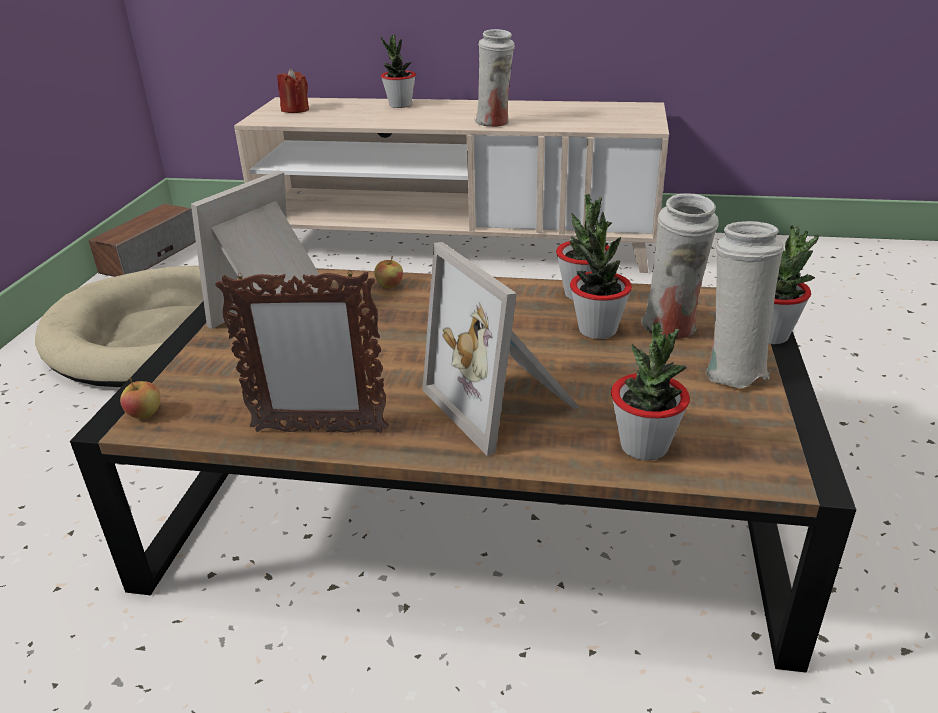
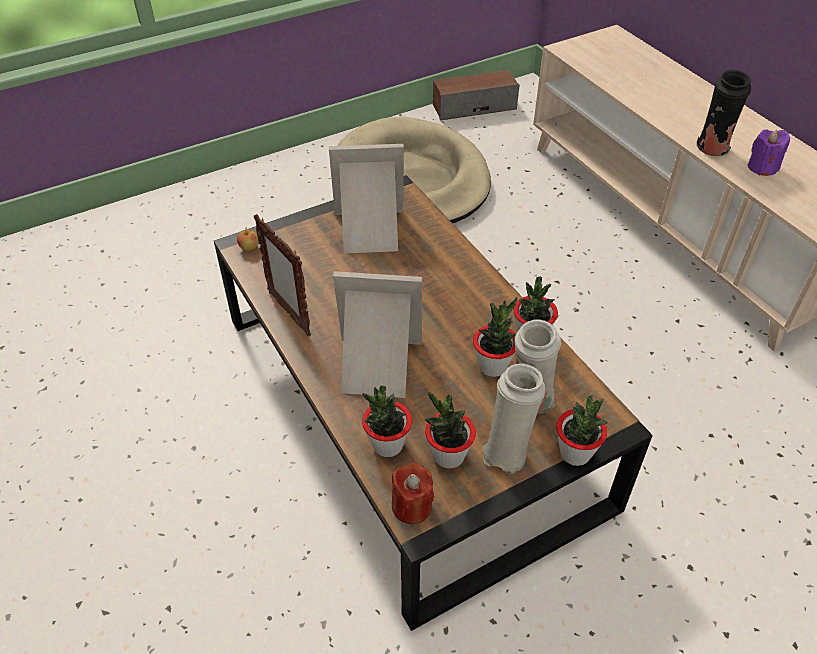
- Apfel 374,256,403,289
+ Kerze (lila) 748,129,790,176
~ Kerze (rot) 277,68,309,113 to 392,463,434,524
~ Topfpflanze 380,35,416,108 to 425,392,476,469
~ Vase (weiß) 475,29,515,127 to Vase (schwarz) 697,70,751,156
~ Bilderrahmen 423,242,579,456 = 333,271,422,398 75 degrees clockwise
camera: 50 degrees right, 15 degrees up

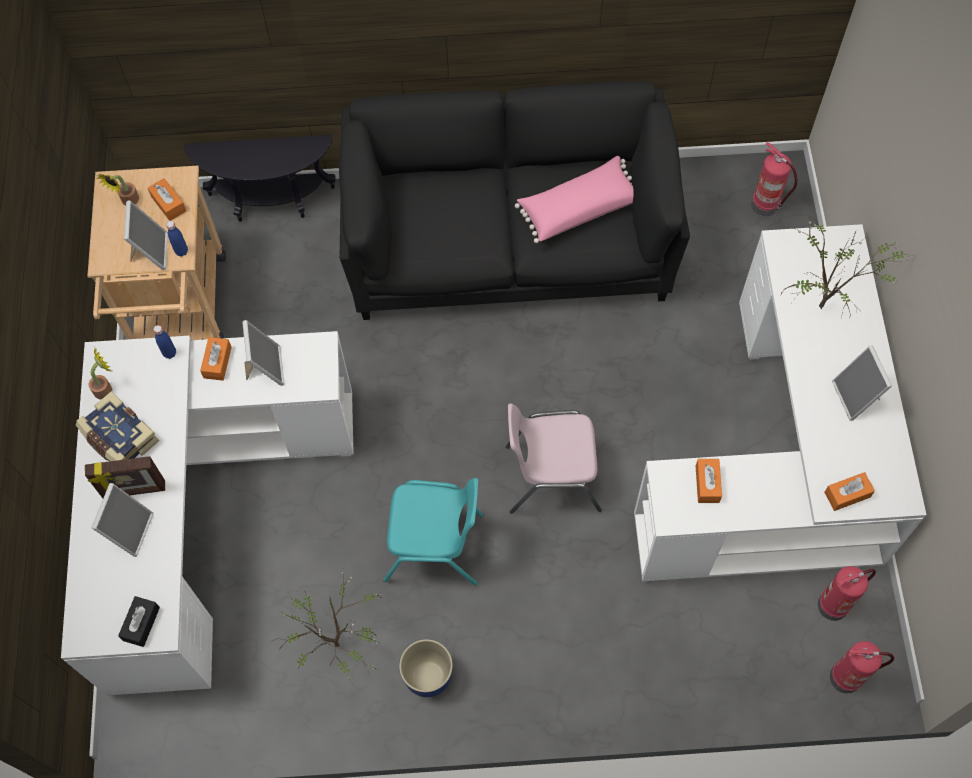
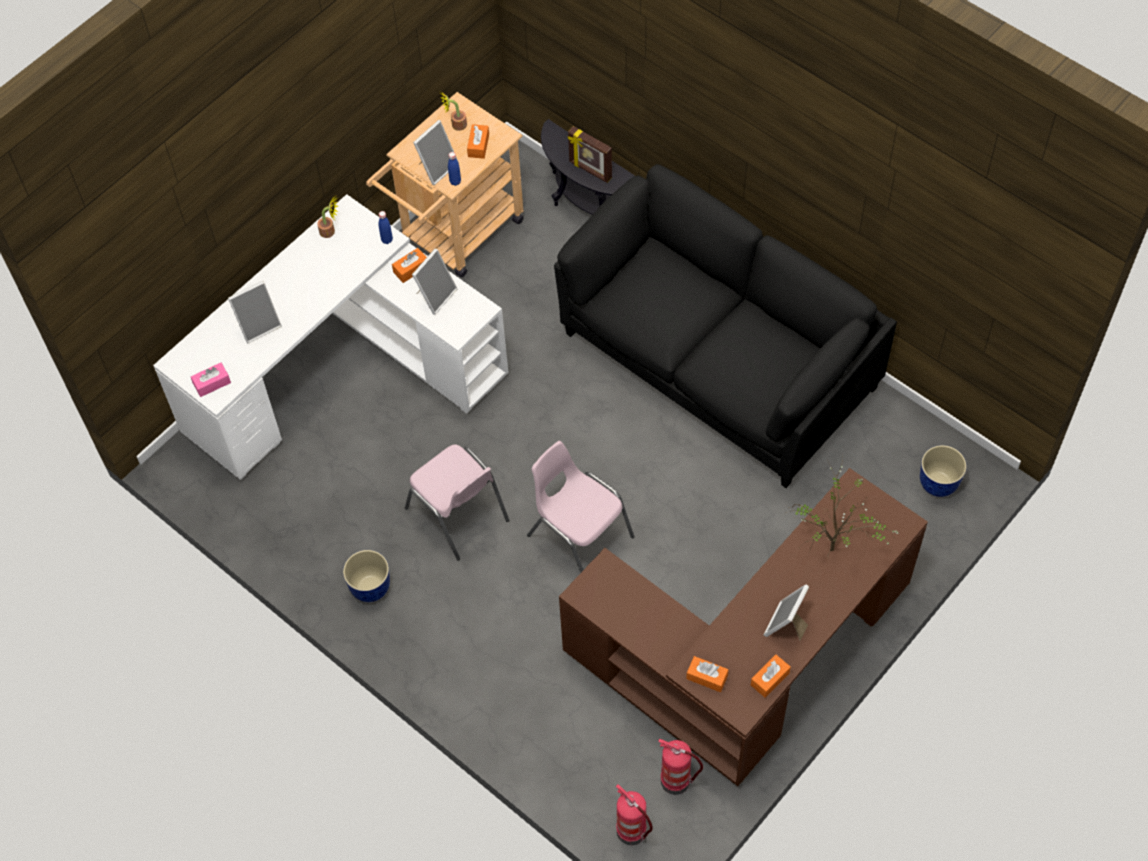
- Buch 76,391,159,462
- Topfpflanze 274,563,381,681
- Kissen (rosa) 515,156,634,243
~ Bilderrahmen 85,456,165,498 to 567,126,612,183
~ Taschentuchbox (orange) 696,459,722,503 to 751,655,791,698
~ Feuerlöscher 751,142,797,216 to Pflanzkübel 920,445,967,497
~ Taschentuchbox (schwarz) 118,596,160,647 to Taschentuchbox (rosa) 191,363,231,397
~ Stuhl (türkis) 383,478,483,586 to Stuhl (rosa) 405,444,509,560
~ Schreibtisch (weiß) 634,224,927,581 to Schreibtisch (braun) 559,468,928,786
camera: 45 degrees right, 5 degrees down

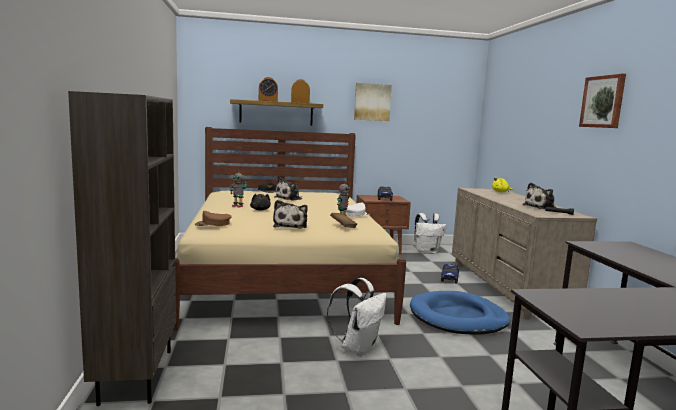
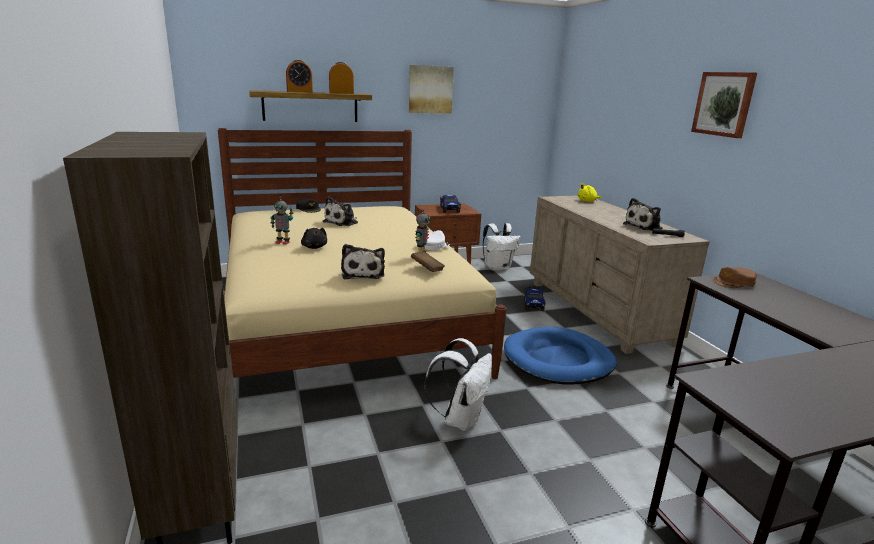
~ Kappe (braun) 195,211,232,226 to 713,267,757,288
camera: 10 degrees left, 10 degrees up

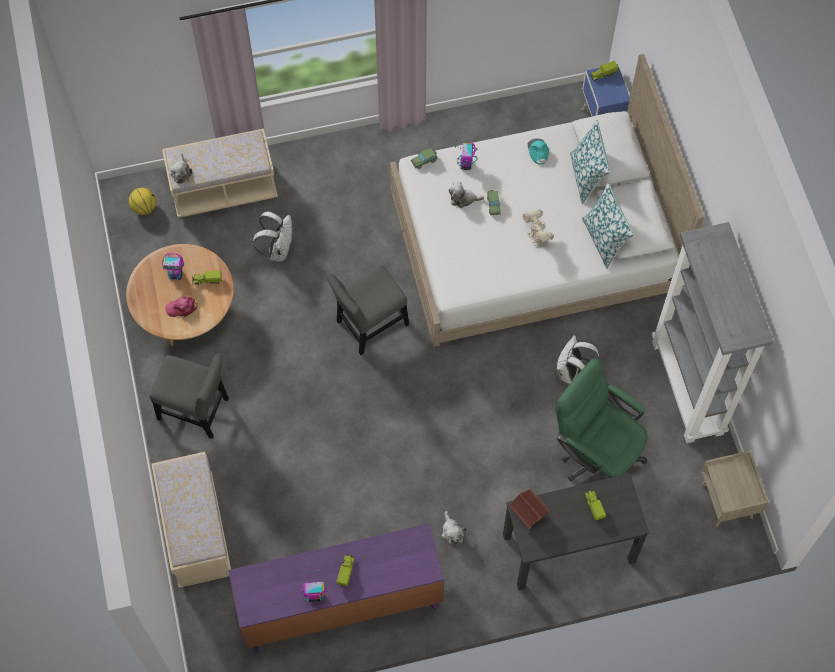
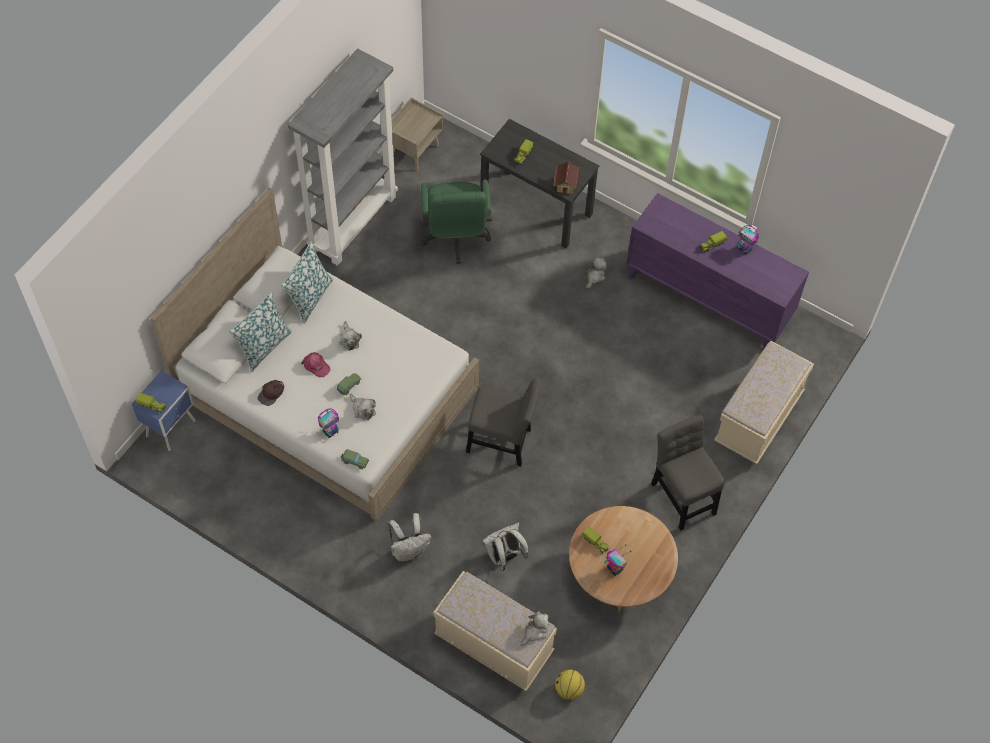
~ Kappe (rosa) 165,297,197,317 to 301,352,330,377
~ Rucksack (weiß) 557,335,600,384 to 388,513,432,561
~ Spielzeugroboter 523,209,554,246 to Plüschtier 339,321,362,351
~ Kappe (türkis) 528,139,549,164 to Kappe (braun) 258,380,284,406
camera: 135 degrees left, 5 degrees down

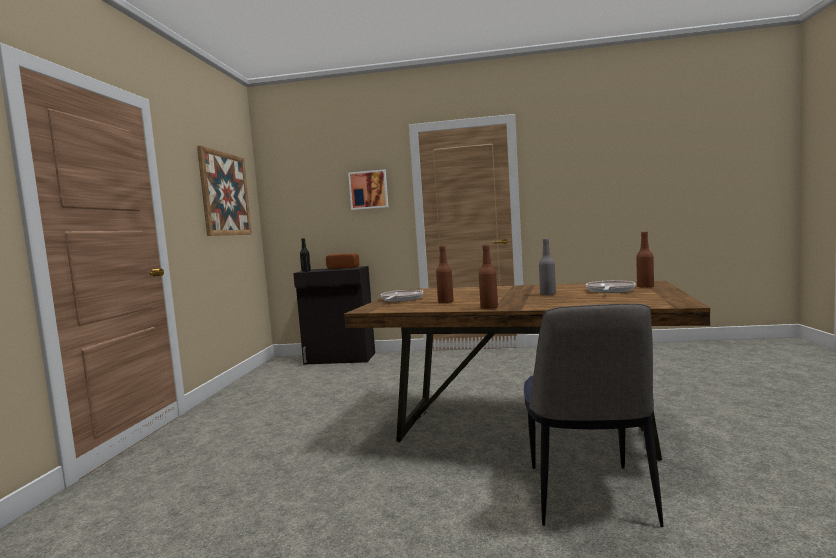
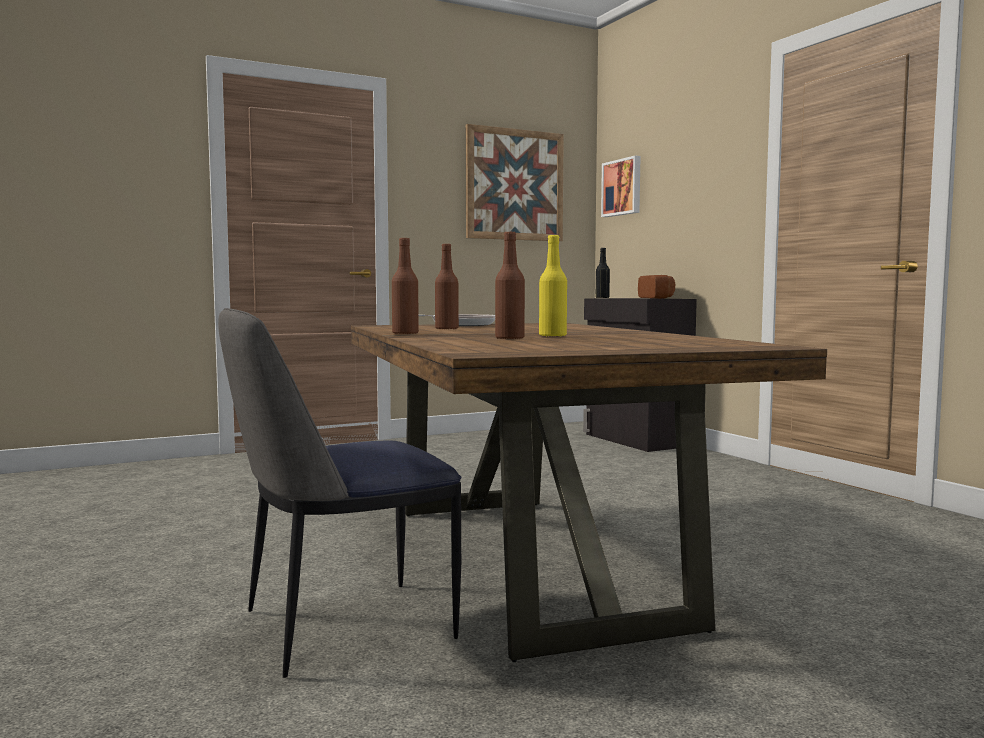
- Pfanne 586,280,636,293
~ Bild 348,169,388,210 to 601,156,641,217
~ Flasche (braun) 636,231,654,288 to 495,232,525,339
~ Flasche (grau) 539,238,556,295 to Flasche (gelb) 539,235,567,336
camera: 55 degrees right, 0 degrees up

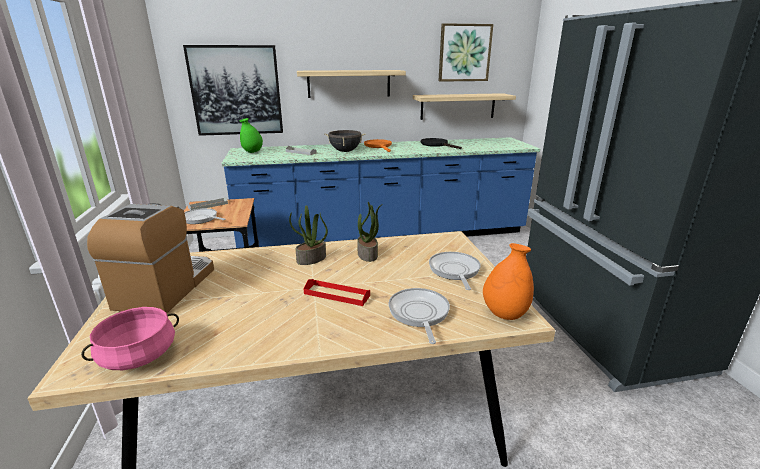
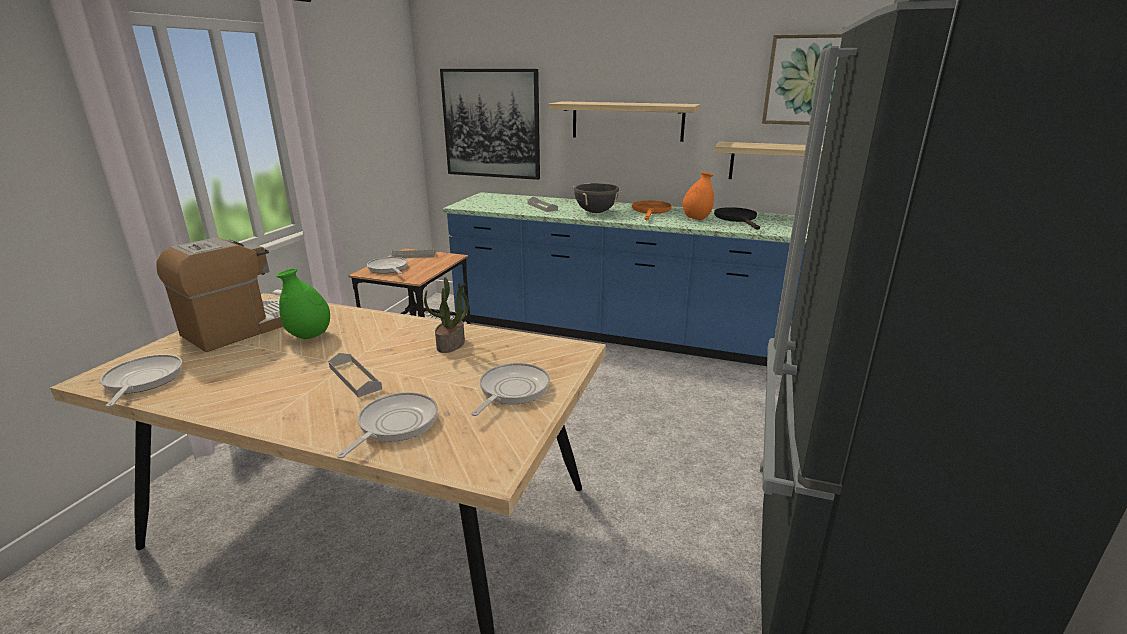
- Topfpflanze 289,205,328,265
~ Vase (grün) 240,118,263,153 to 276,268,330,339
~ Vase (orange) 483,243,534,320 to 683,172,714,220
~ Kochtopf (rosa) 81,307,179,370 to Pfanne 100,354,182,407
~ Tablett (rot) 303,279,370,306 to Tablett (grau) 328,353,382,398
camera: 30 degrees right, 0 degrees up

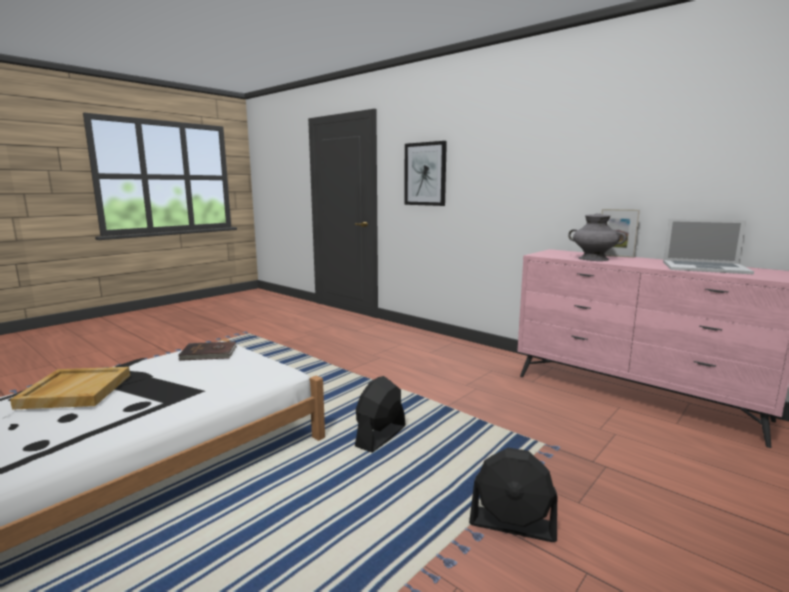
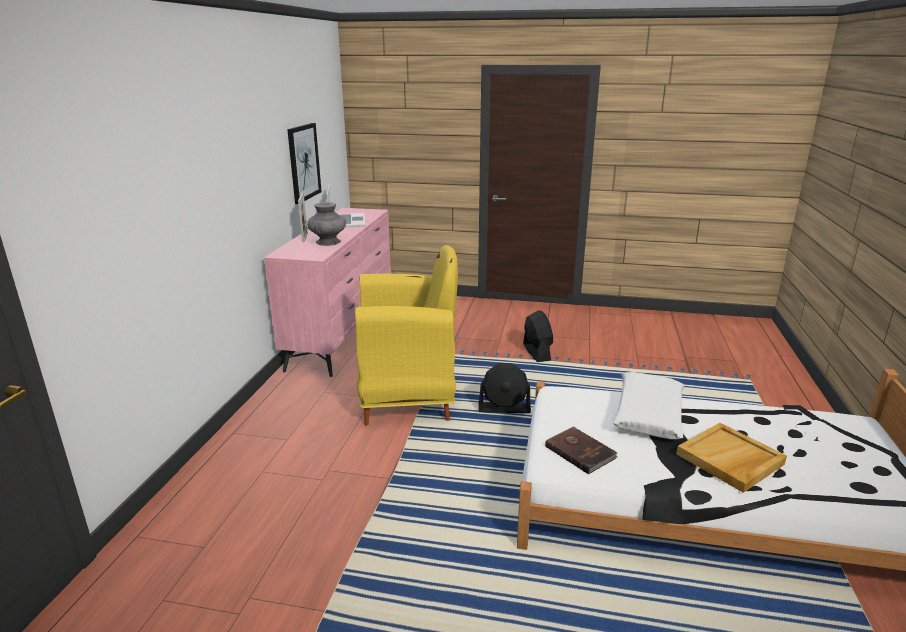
+ Sessel (gelb) 355,245,458,425
+ Kissen (weiß) 612,372,684,439
~ Bild 404,141,447,206 to 287,123,322,204
camera: 120 degrees left, 10 degrees up

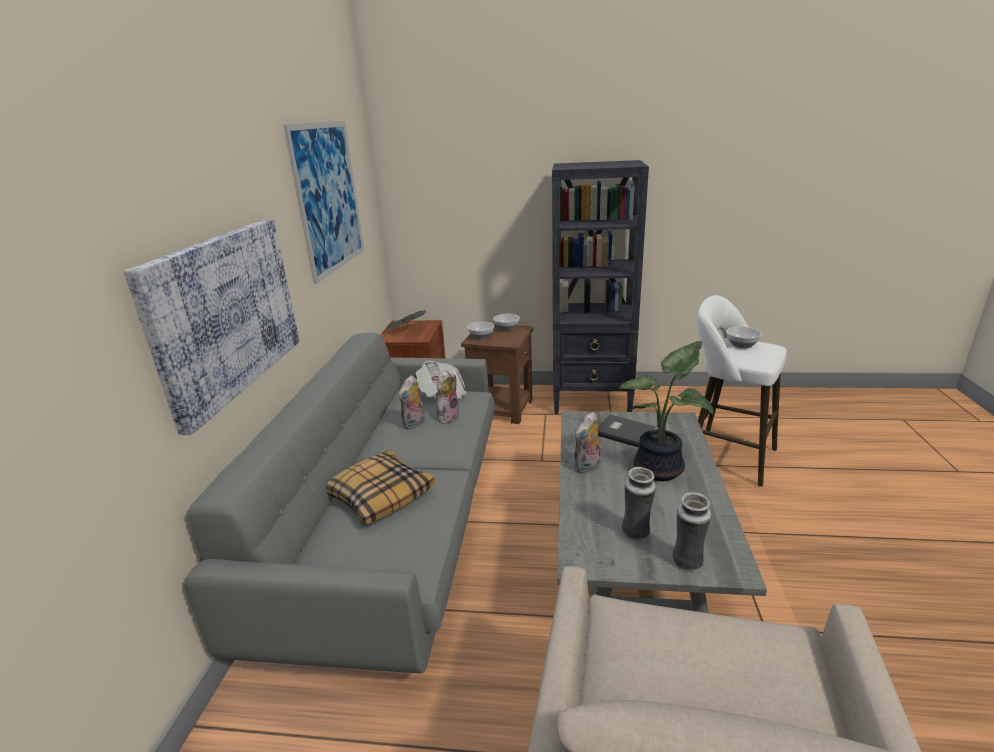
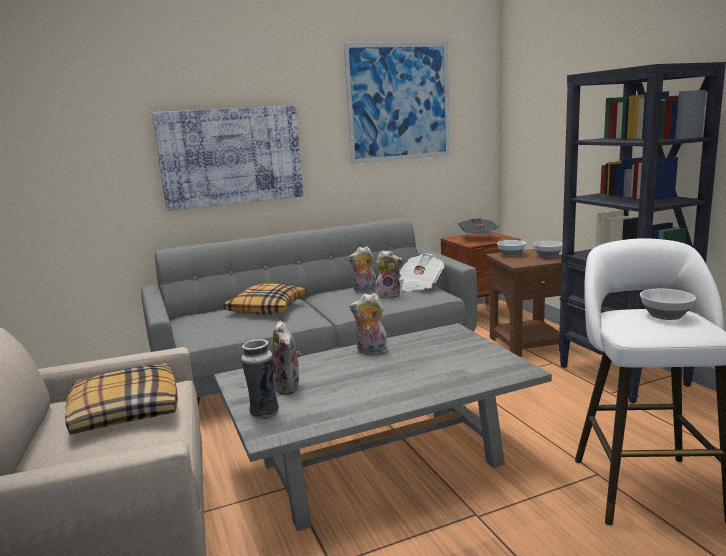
- Buch (grau) 598,415,656,448
- Topfpflanze 619,341,714,481
+ Kissen 65,363,178,435
~ Vase 622,467,656,540 to Plüschtier 273,320,301,395
camera: 60 degrees right, 10 degrees down

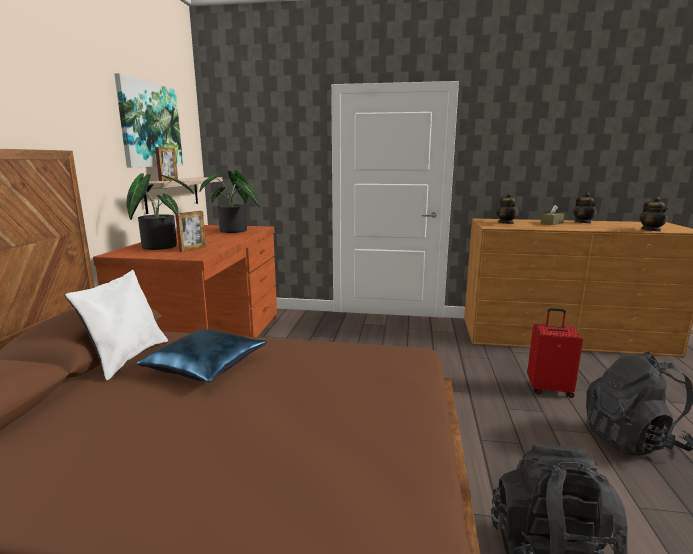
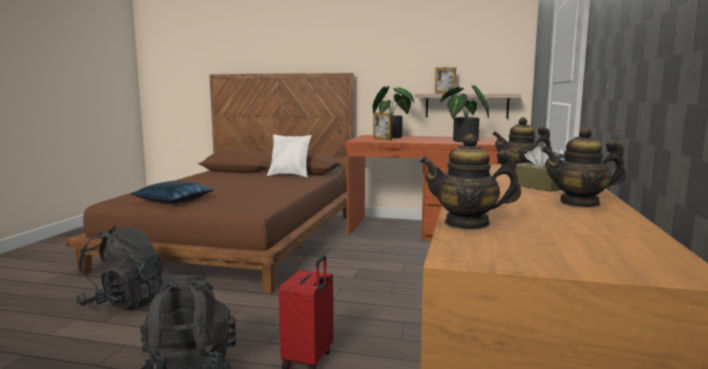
- Bild 114,73,183,167
~ Kissen (blau) 137,329,267,382 to 130,181,214,204
camera: 95 degrees right, 5 degrees down

